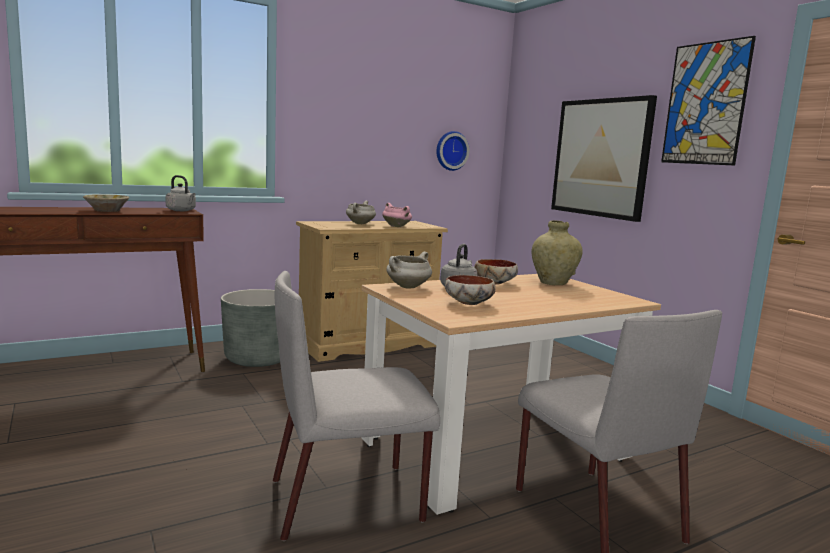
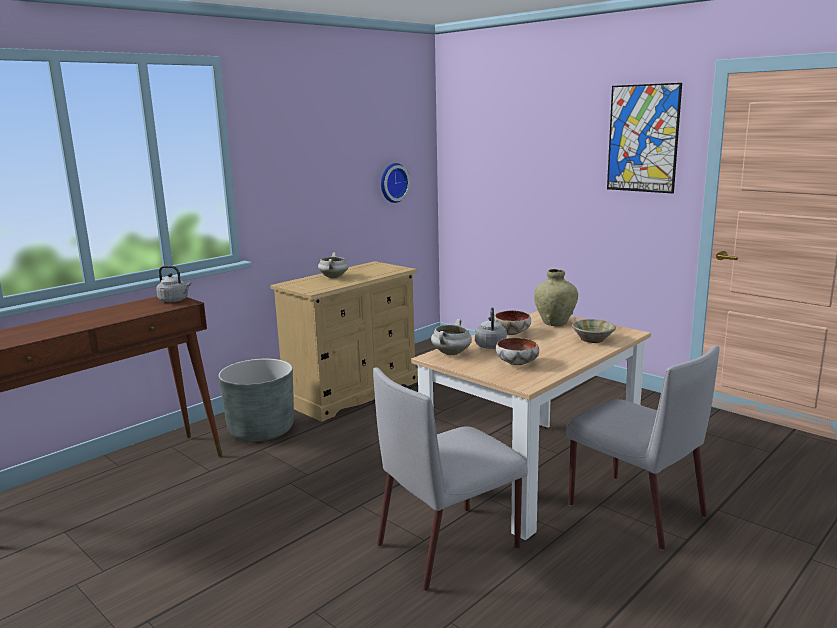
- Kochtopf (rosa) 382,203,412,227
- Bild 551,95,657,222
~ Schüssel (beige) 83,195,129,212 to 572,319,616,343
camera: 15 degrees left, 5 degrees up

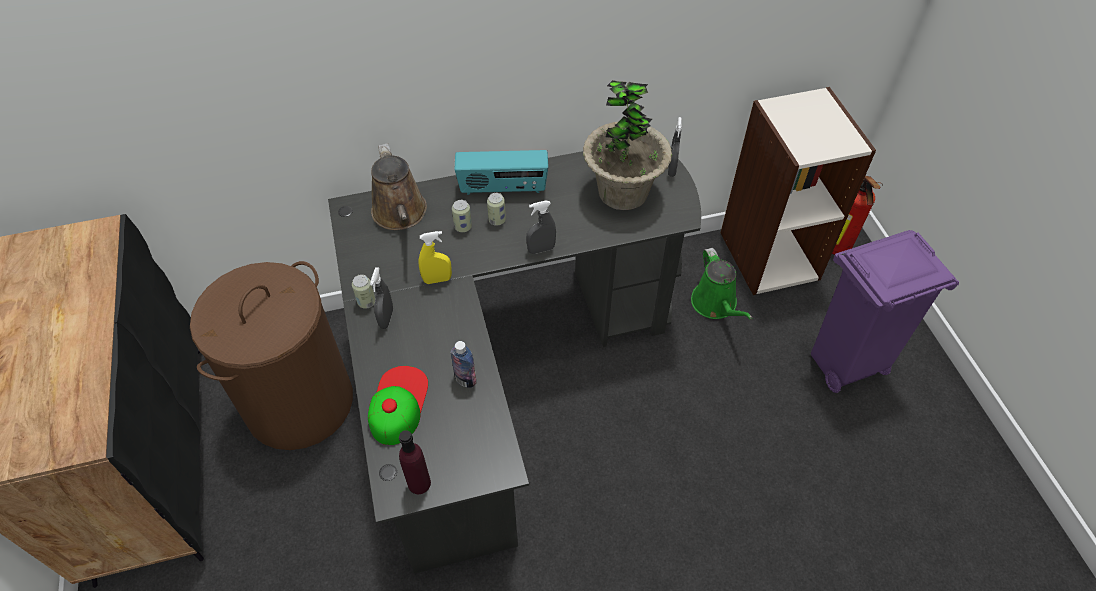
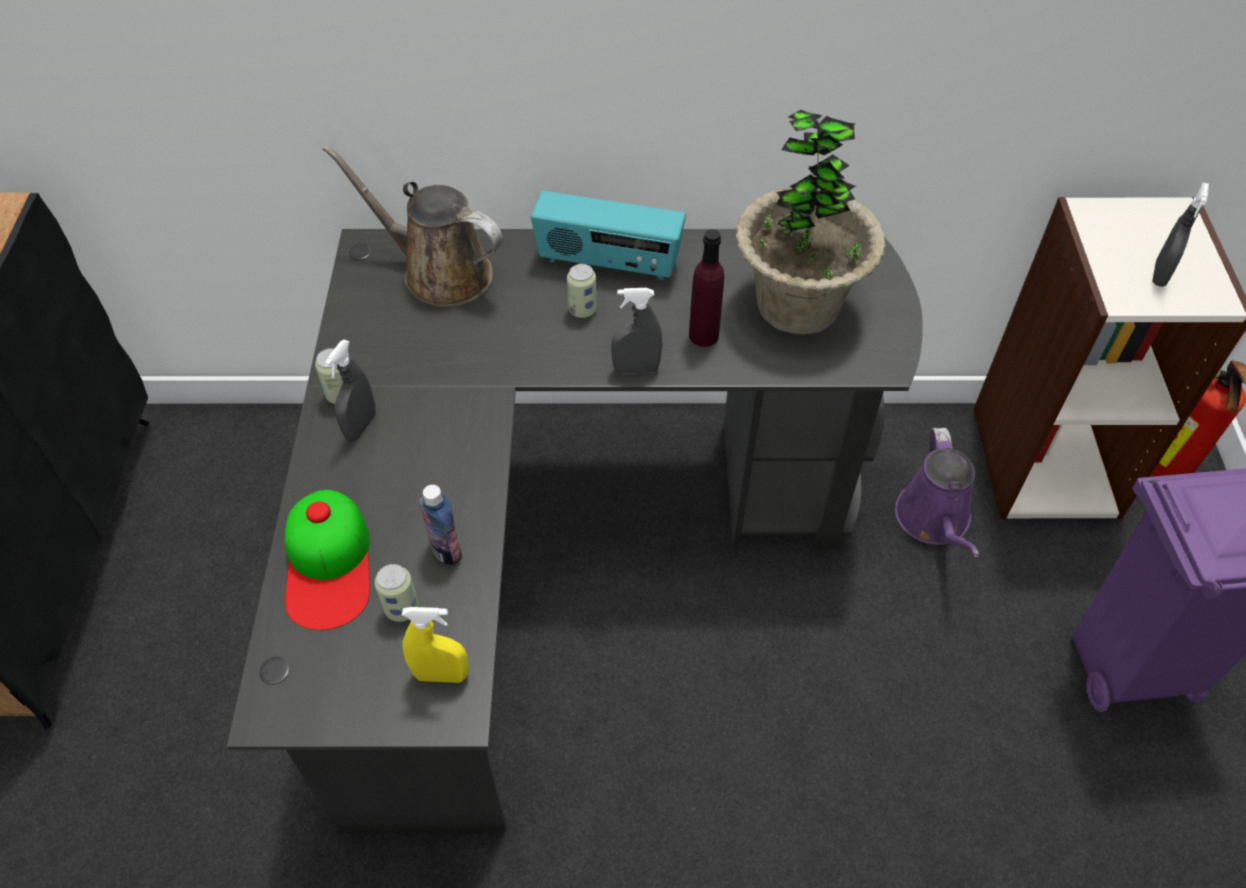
- Wäschekorb (braun) 190,261,353,450
~ Flasche (lila) 399,430,431,494 to 689,229,724,347
~ Sprühflasche (gelb) 419,231,452,284 to 402,607,469,683
~ Dose 452,200,472,232 to 374,564,419,622
~ Sprühflasche (grau) 668,117,682,177 to 1152,182,1209,287
~ Gießkanne (grün) 691,248,753,319 to Gießkanne (lila) 895,428,979,557
~ Kappe 368,366,428,445 = 284,489,370,630 150 degrees clockwise
~ Gießkanne (braun) 371,143,427,230 = 322,145,503,307 120 degrees clockwise
camera: 15 degrees right, 0 degrees up

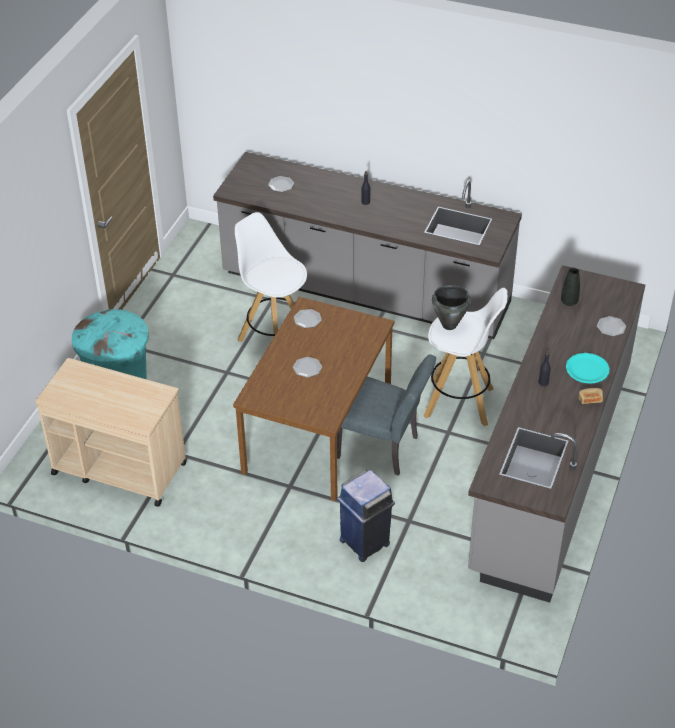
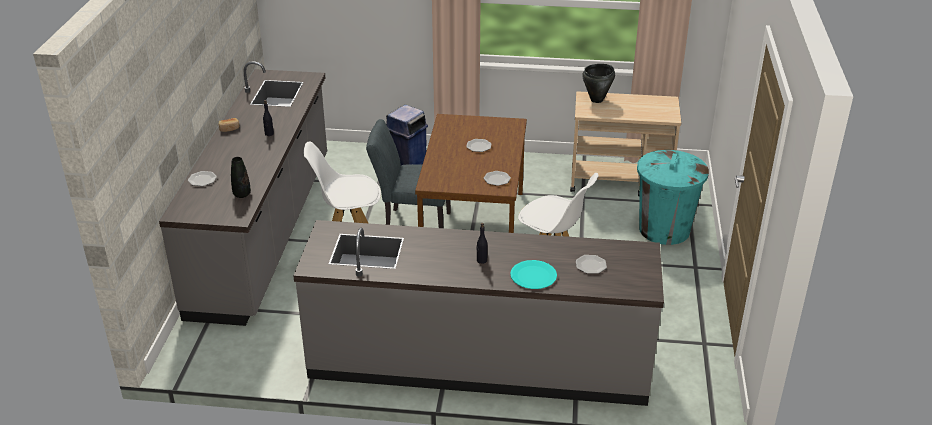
~ Kochtopf (schwarz) 432,285,471,330 to 582,64,615,103
~ Teller (türkis) 566,353,609,384 to 510,260,557,289
camera: 165 degrees right, 10 degrees down

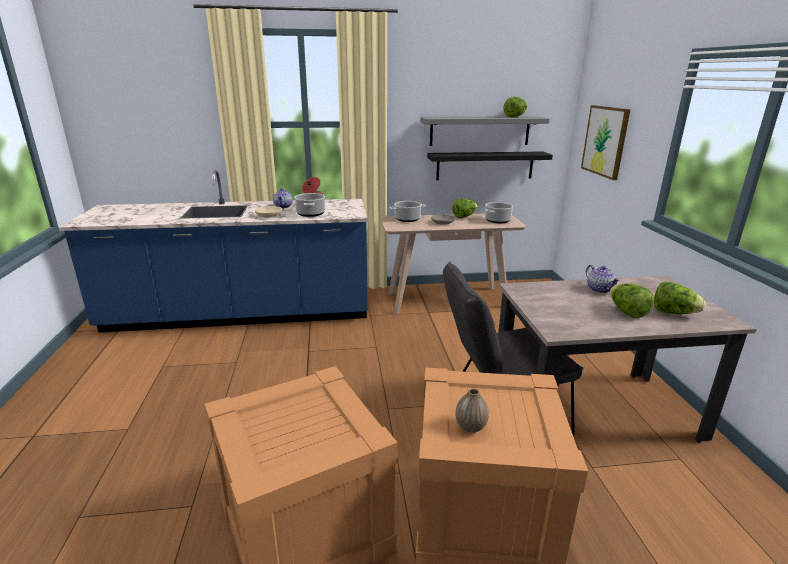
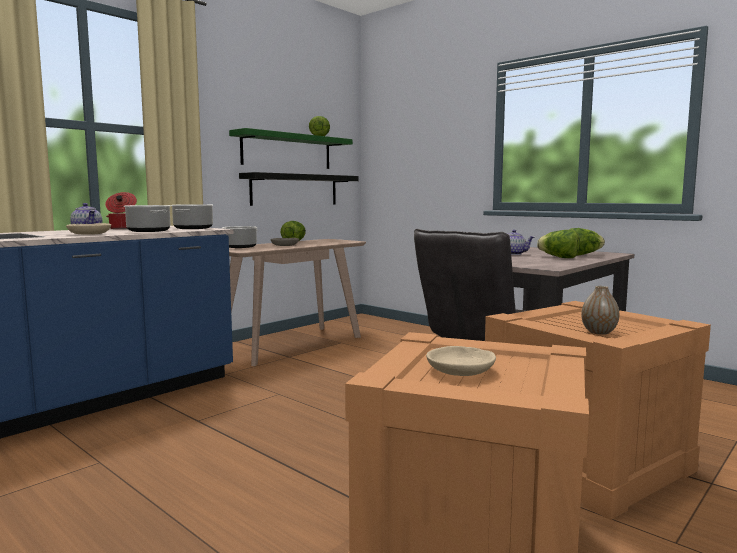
- Bild 581,105,630,180
+ Schüssel (beige) 426,346,496,376
~ Kochtopf 485,202,513,223 to 171,204,213,229
~ Wandregal (grau) 420,117,549,146 to Wandregal (grün) 229,128,353,169
camera: 40 degrees left, 15 degrees down

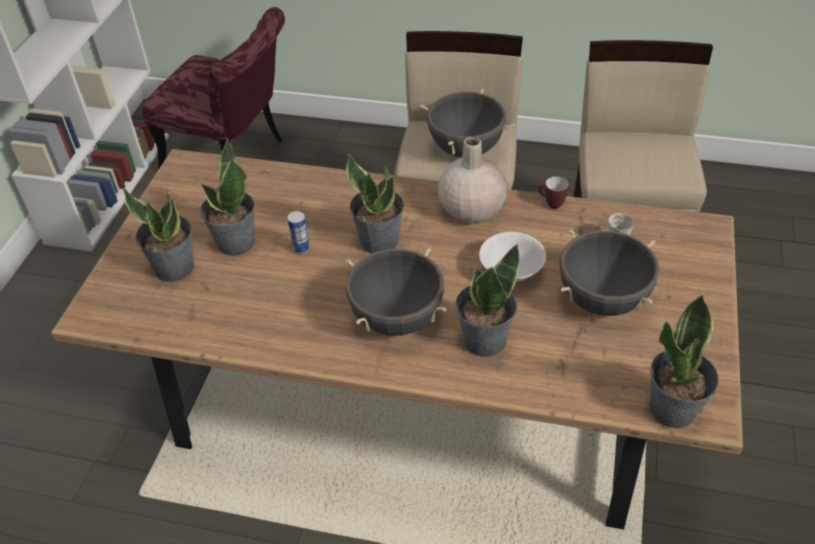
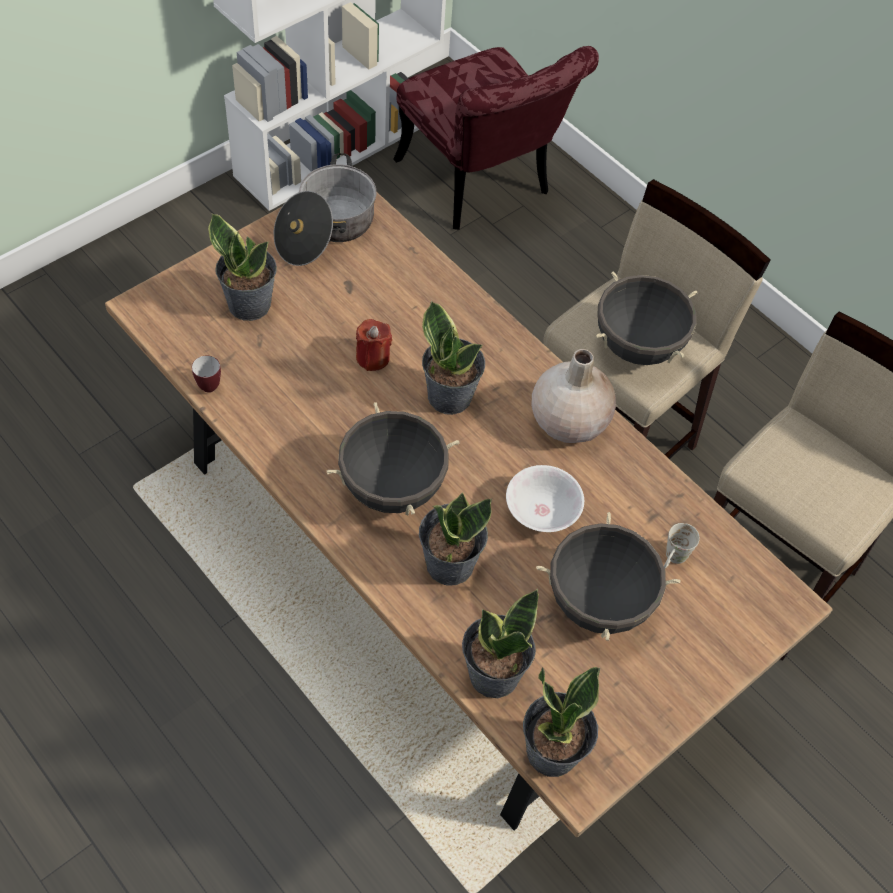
+ Kochtopf 274,153,376,266
~ Topfpflanze 200,138,255,256 to 462,588,539,698
~ Henkelbecher 539,176,569,209 to 192,356,221,393
~ Dose 287,211,310,255 to Kerze (rot) 356,319,392,371
camera: 30 degrees right, 10 degrees up

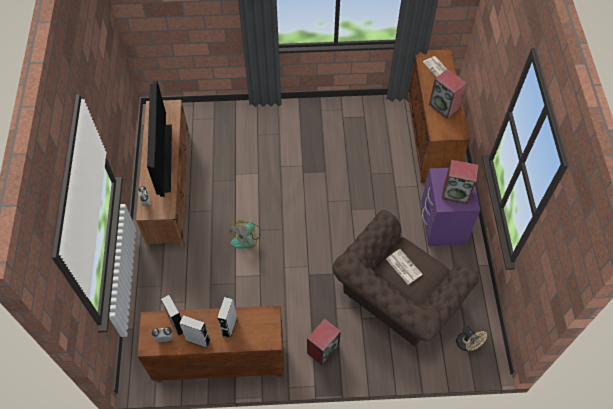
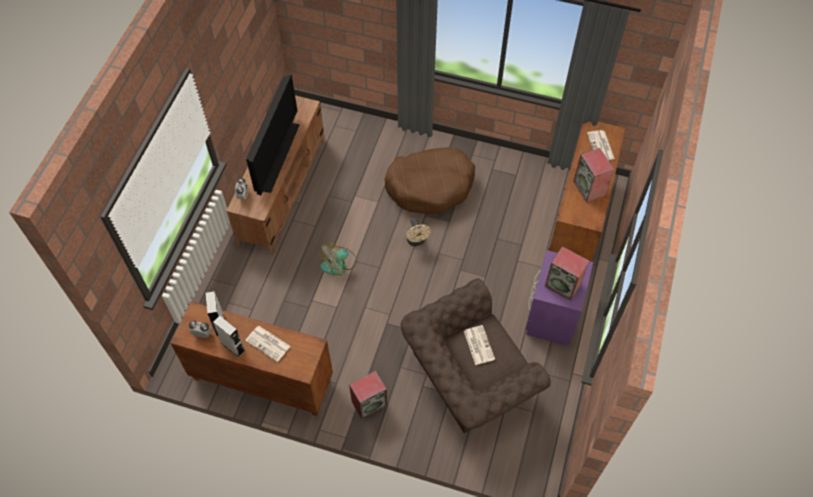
+ Hundebett (braun) 385,147,475,214
~ Ventilator (beige) 456,326,487,351 to 406,218,431,246
~ Lautsprecher (grau) 217,297,237,338 to Zeitung 245,326,291,362
camera: 20 degrees right, 0 degrees up

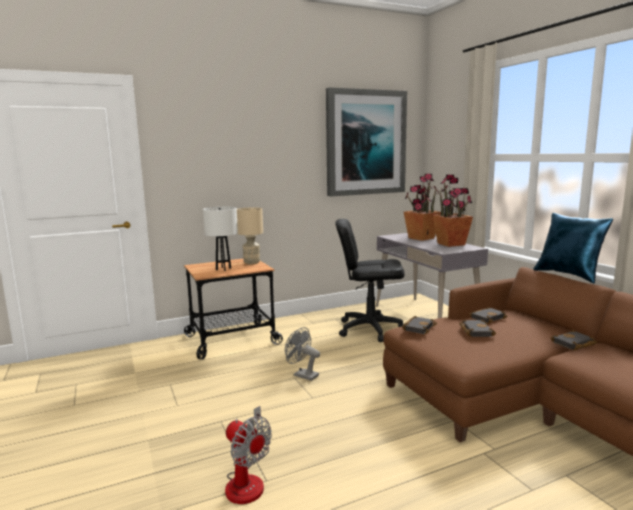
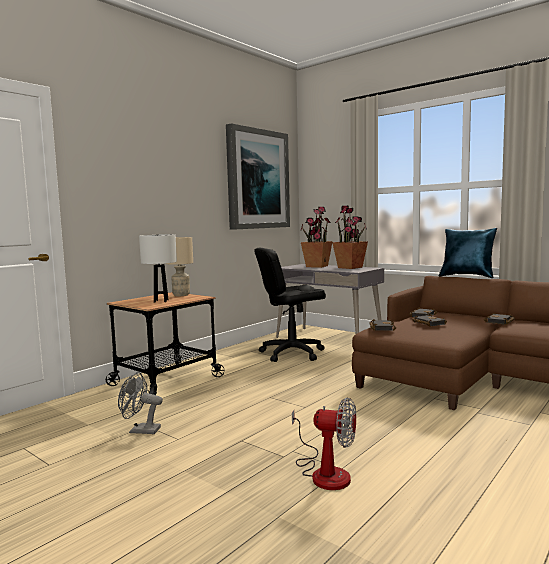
~ Ventilator (grau) 285,327,320,381 to 118,372,163,434
camera: 25 degrees left, 5 degrees down

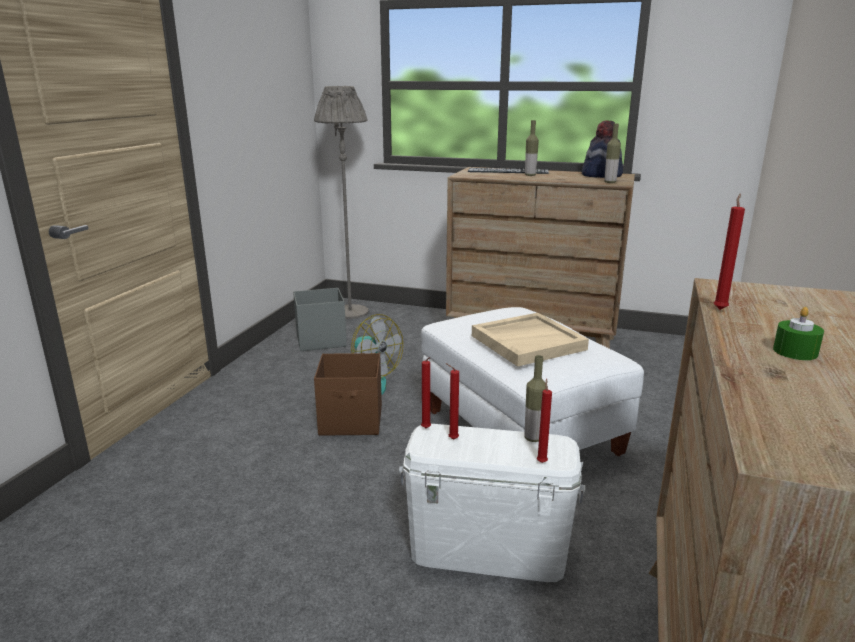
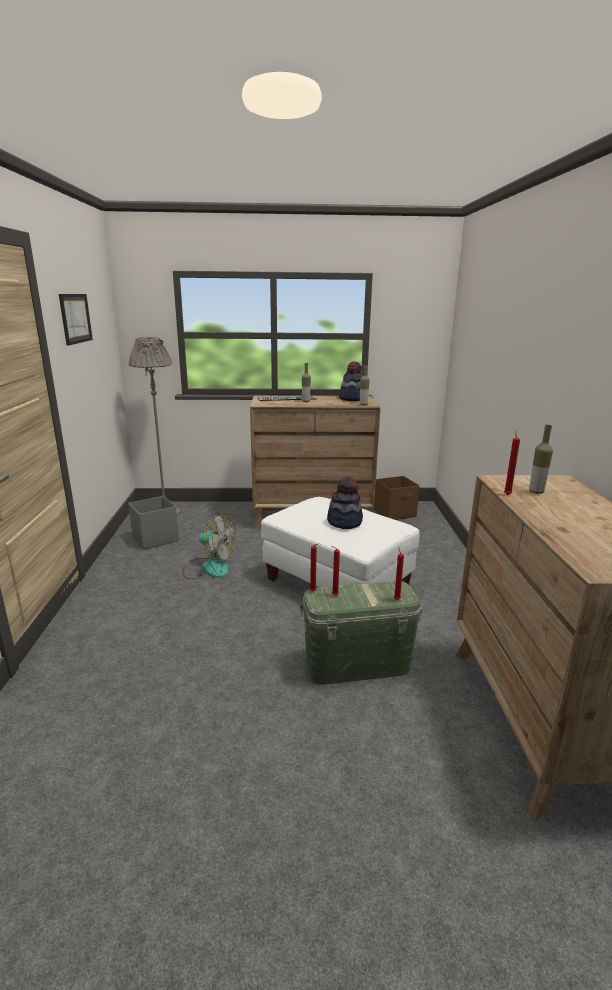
- Kerze (grün) 773,307,824,360
+ Bild 59,294,93,346
~ Aufbewahrungsbox (braun) 314,353,382,436 to 374,476,420,520
~ Flasche 524,355,548,442 to 529,425,553,494
~ Tablett (beige) 472,313,589,367 to Hut 327,477,363,529
~ Aufbewahrungsbox (weiß) 399,424,585,582 to Aufbewahrungsbox (grün) 300,581,423,685
camera: 20 degrees left, 0 degrees up

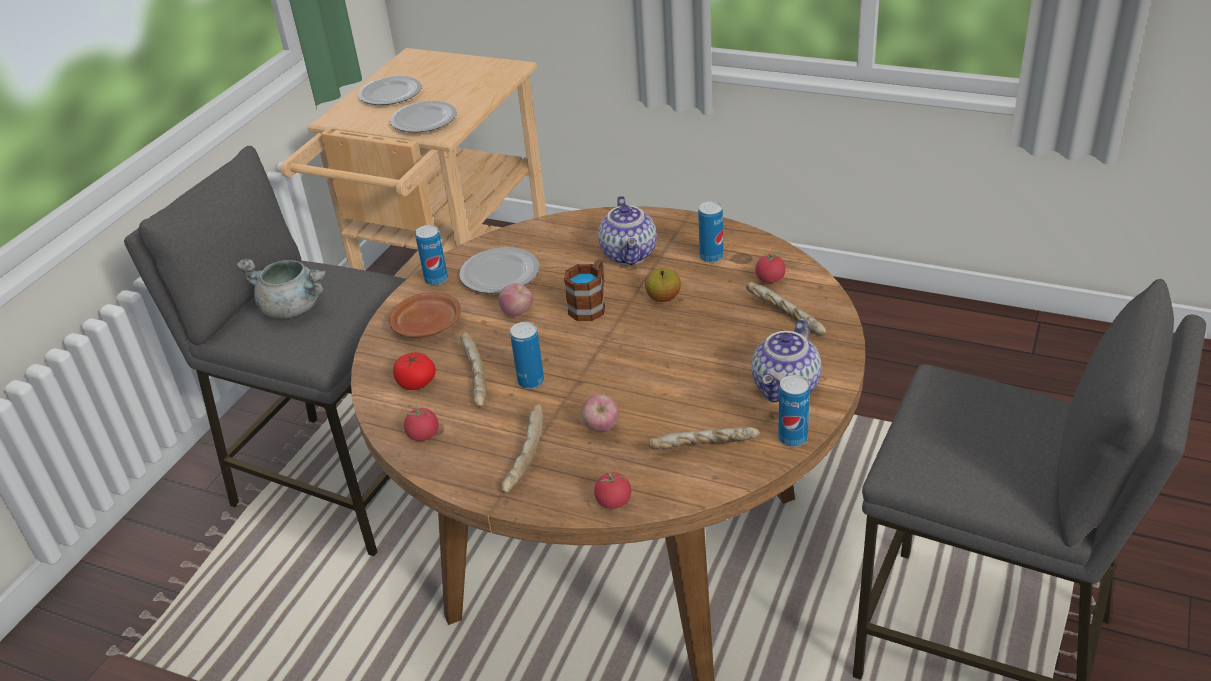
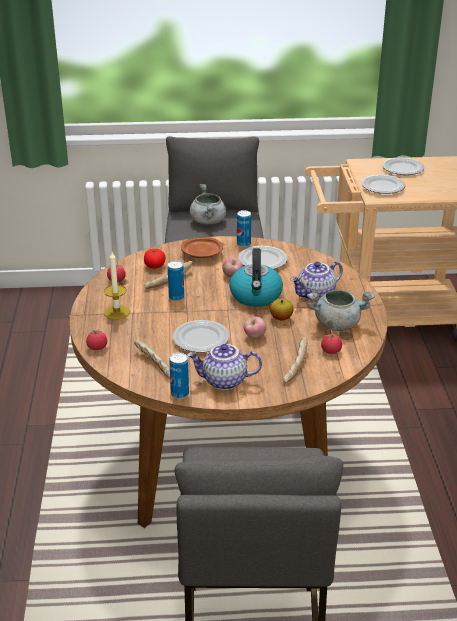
+ Teller 173,320,230,353
~ Apfel 581,394,619,431 to 243,317,266,339
~ Brot 501,404,544,493 to Kerze 104,252,130,319
~ Henkelbecher 564,260,605,321 to Wasserkessel 229,248,283,307
~ Dose 698,201,723,263 to Kochtopf (grau) 307,290,375,331
camera: 60 degrees right, 5 degrees down

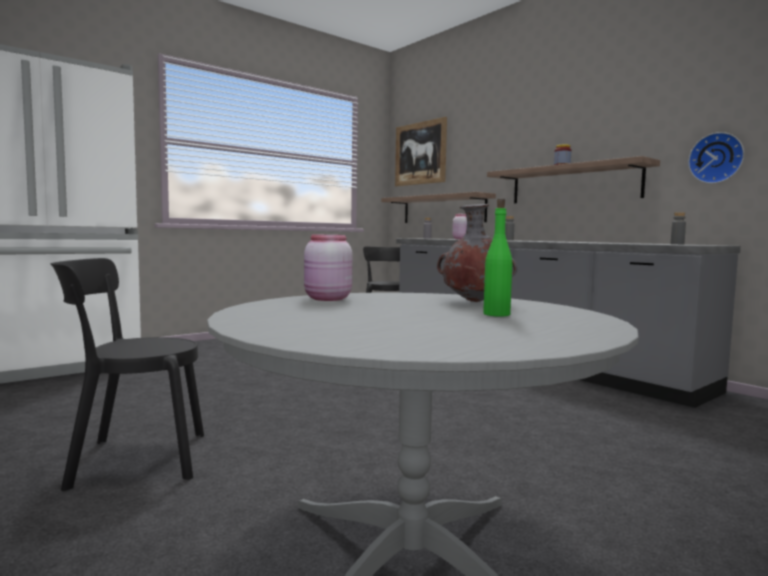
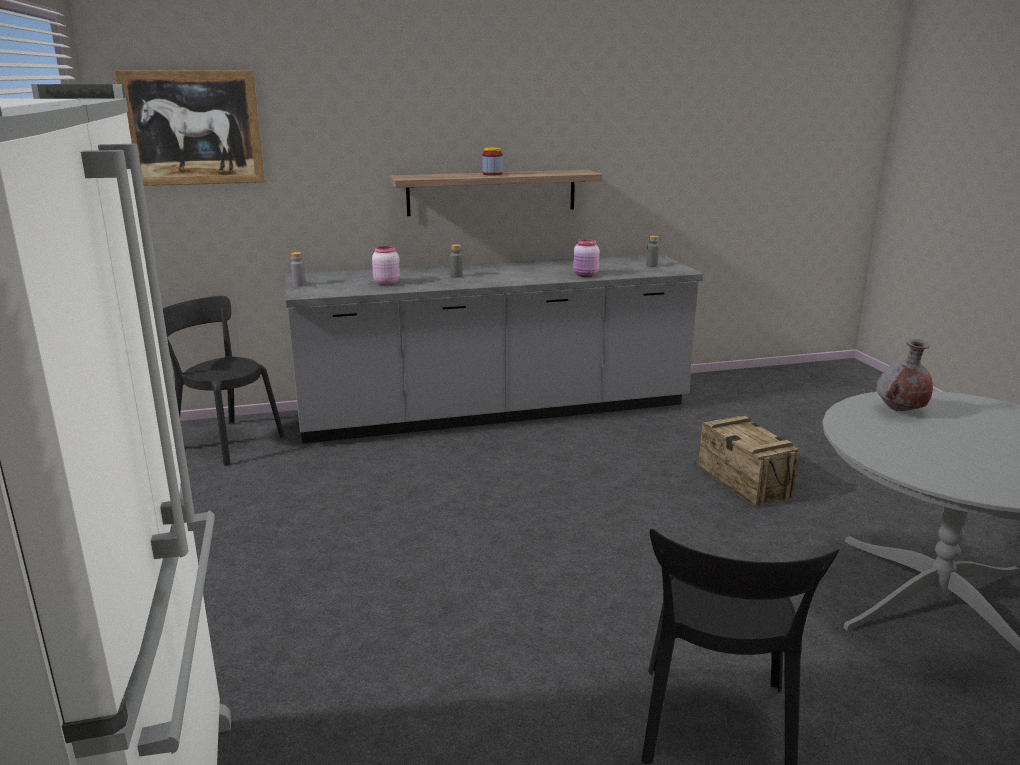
- Wandregal 381,192,496,223
- Flasche (grün) 483,198,512,317
- Wanduhr 688,132,744,184
+ Kiste 699,416,799,507
~ Vorratsglas (rosa) 304,234,352,301 to 573,239,599,277
camera: 65 degrees left, 15 degrees up

